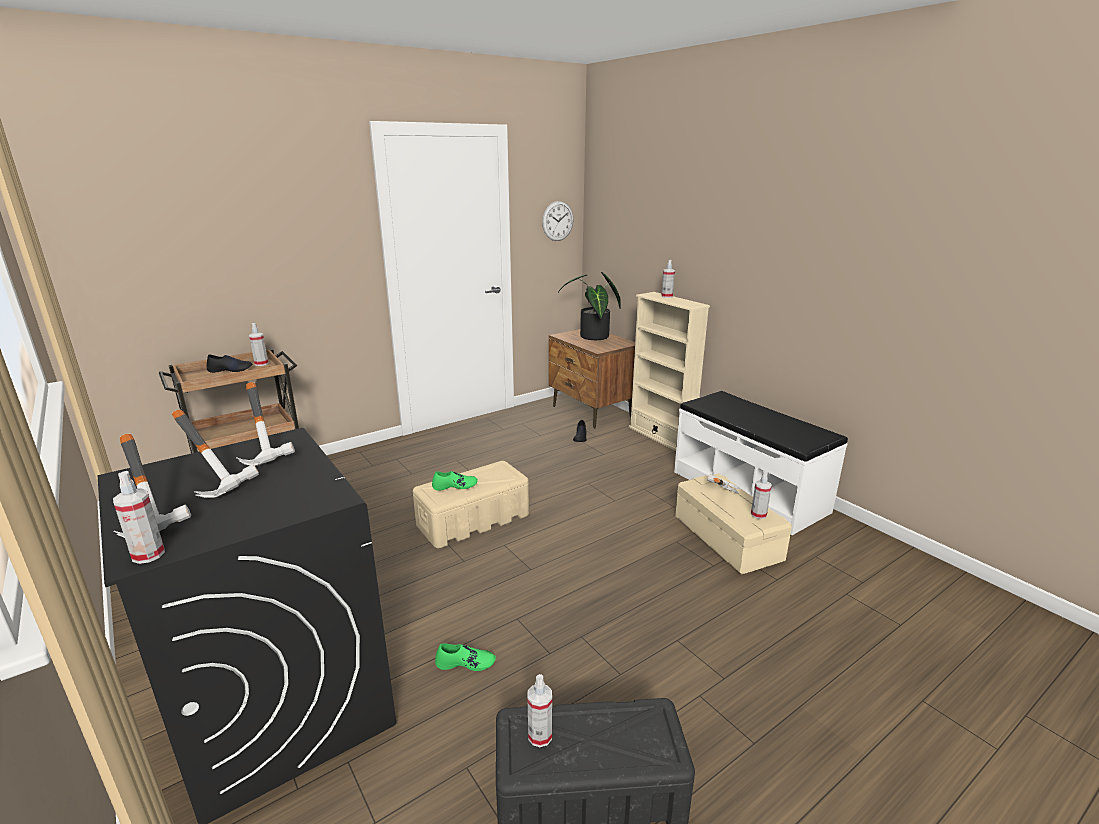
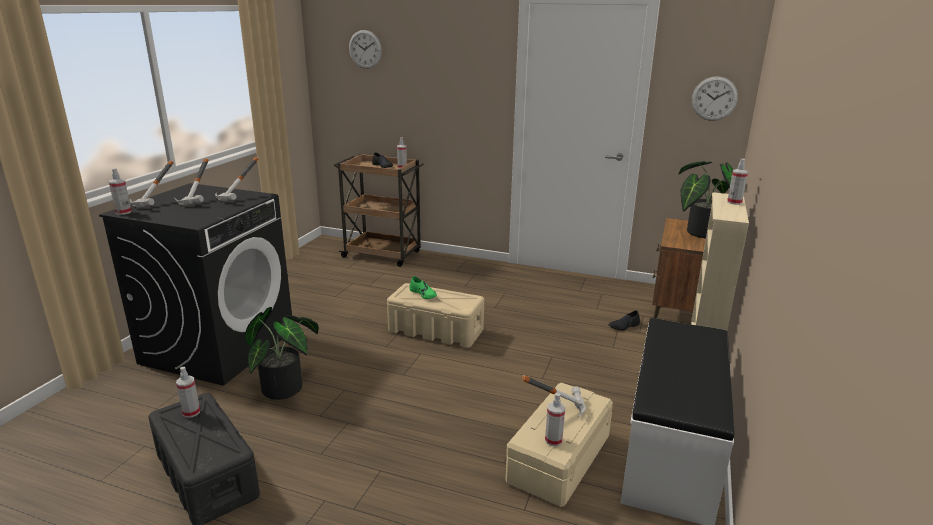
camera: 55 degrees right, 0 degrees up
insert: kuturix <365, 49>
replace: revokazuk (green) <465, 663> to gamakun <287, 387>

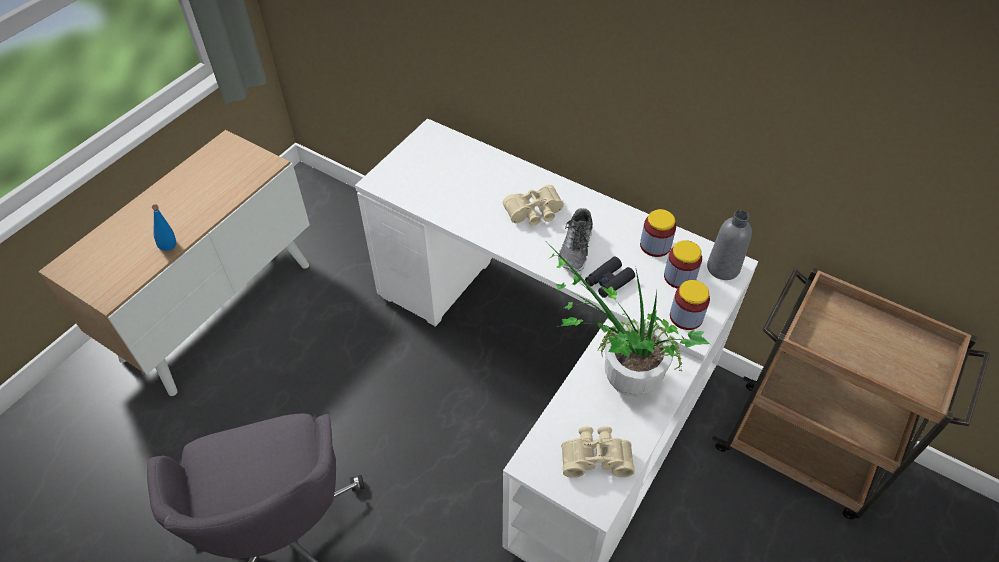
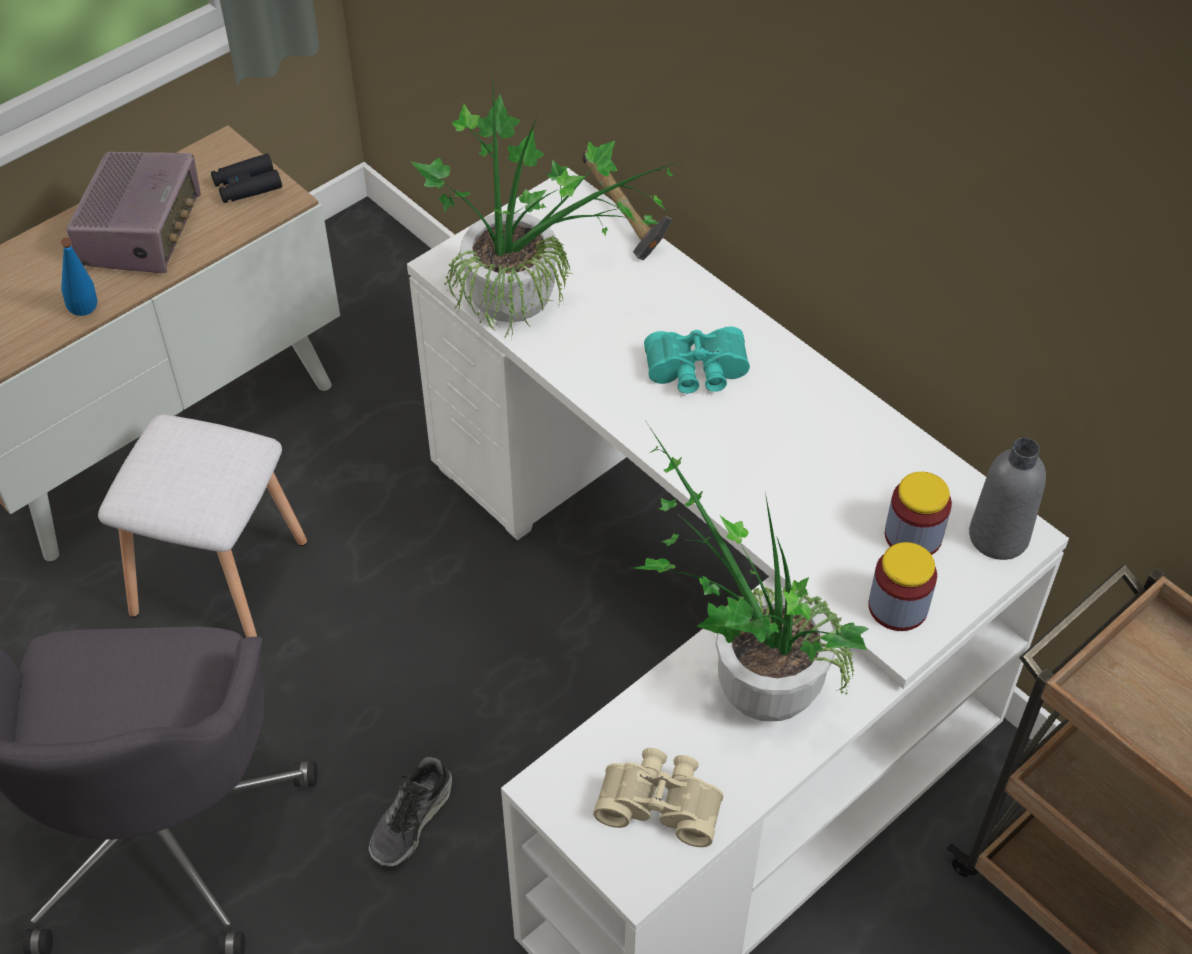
camera: 15 degrees right, 0 degrees up
delete: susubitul <655, 245>
insert: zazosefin <143, 232>; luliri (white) <223, 577>; gamakun <531, 302>; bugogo <621, 214>
move: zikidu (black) <608, 281> to <247, 186>; revokazuk <576, 249> to <412, 820>
recolor: zikidu (beige) <535, 213> to zikidu (turquoise) <697, 373>

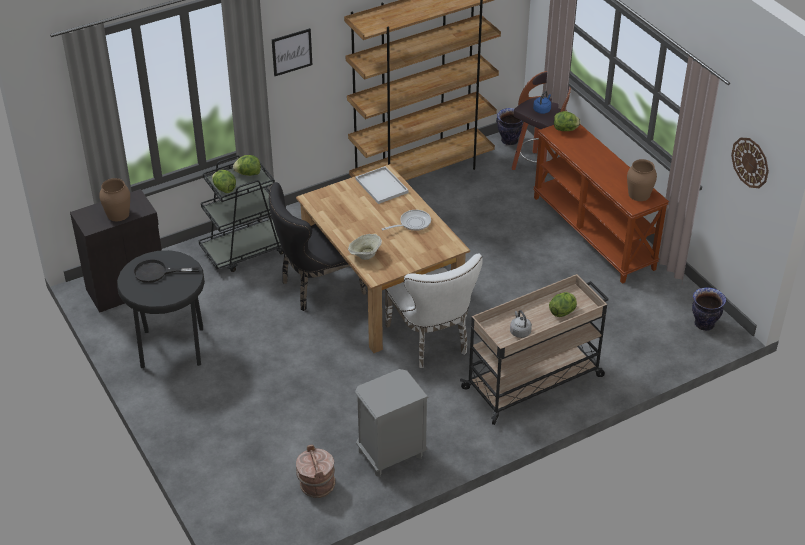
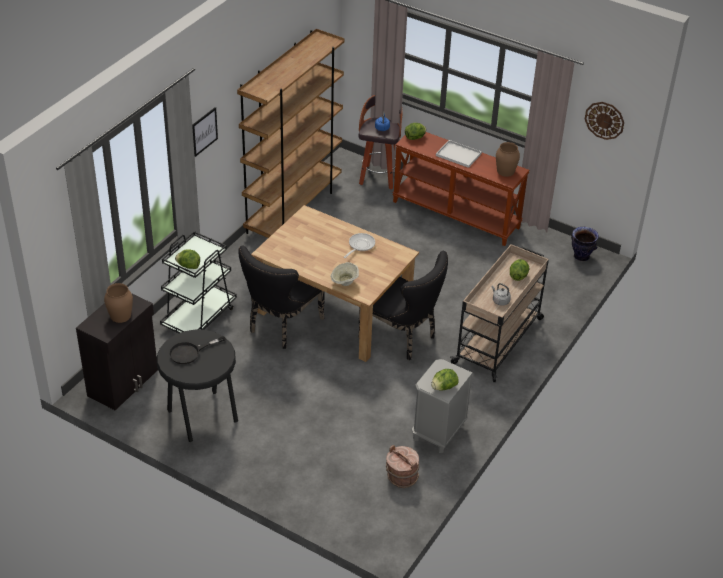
camera: 30 degrees left, 0 degrees up
delete: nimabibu <509, 141>
move: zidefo <248, 174> to <443, 387>; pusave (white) <380, 185> to <457, 154>
recolor: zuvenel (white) <431, 342> to zuvenel (black) <402, 337>

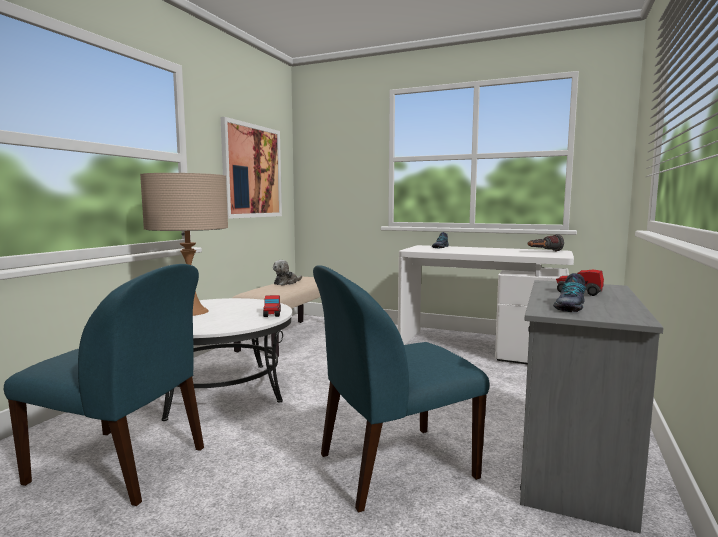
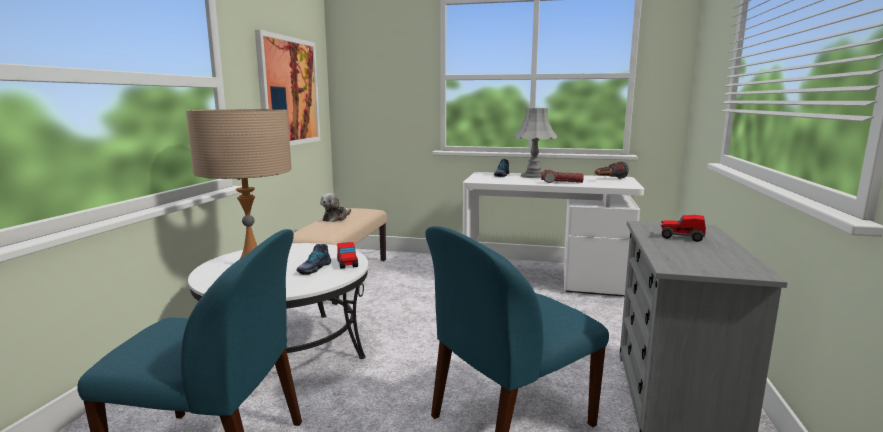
camera: 10 degrees left, 5 degrees up
insert: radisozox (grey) <533, 176>; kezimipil <561, 182>
move: revokazuk <569, 306> to <313, 268>

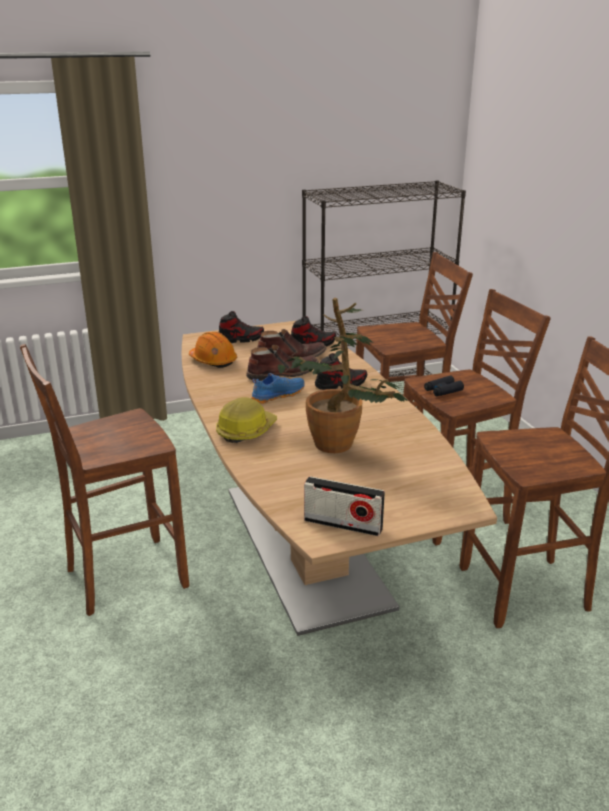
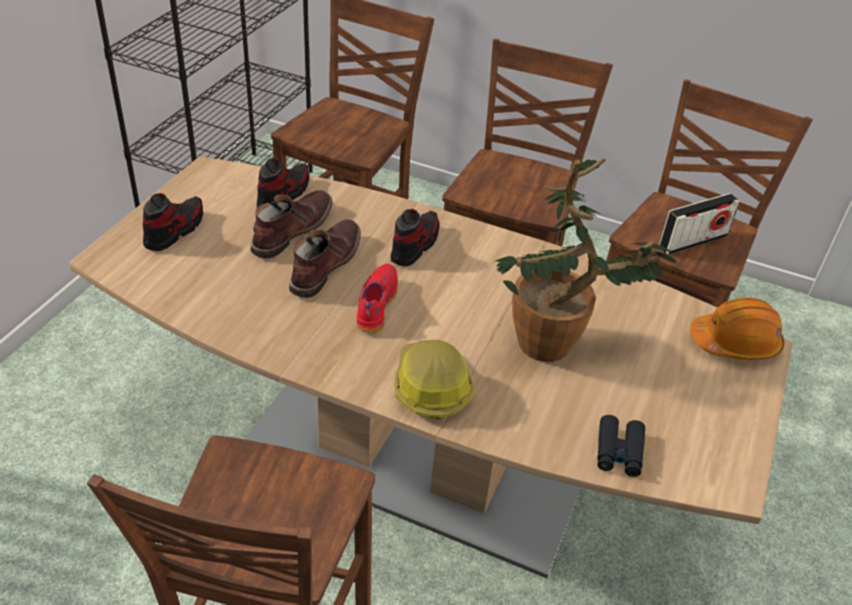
camera: 50 degrees left, 15 degrees up
move: zikidu (black) <443, 390> to <619, 452>; zazosefin <343, 524> to <692, 241>; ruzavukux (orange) <213, 361> to <735, 343>
recolor: revokazuk (blue) <277, 395> to revokazuk (red) <375, 305>

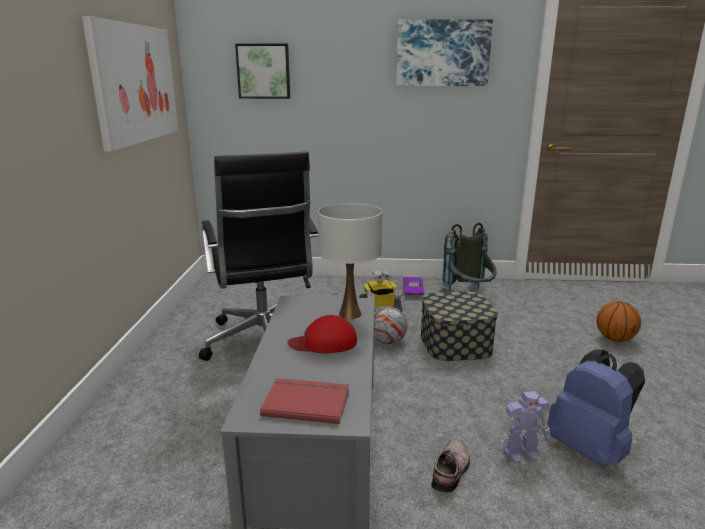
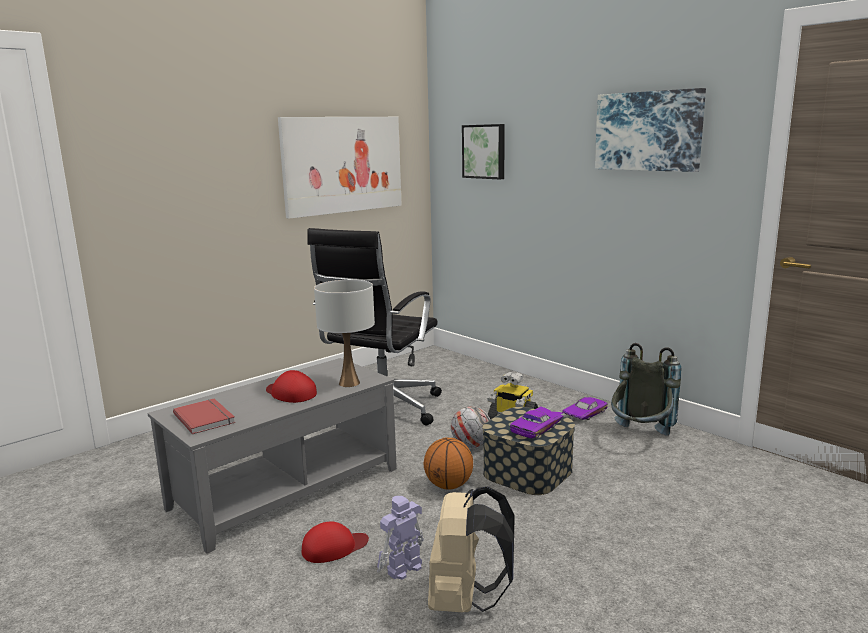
camera: 45 degrees right, 5 degrees down
insert: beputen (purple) <538, 428>
move: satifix <614, 339> to <449, 485>
replace: revokazuk <452, 470> to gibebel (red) <334, 547>
recolor: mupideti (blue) <589, 448> to mupideti (beige) <466, 600>
rotate: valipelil <521, 454> = <403, 569> 105 degrees clockwise

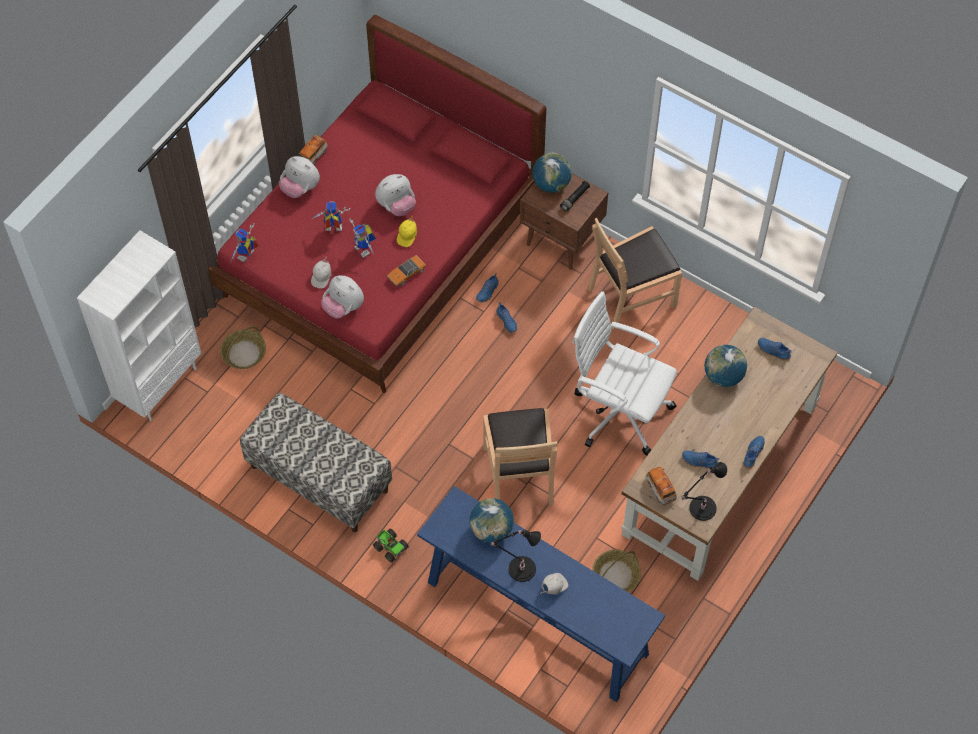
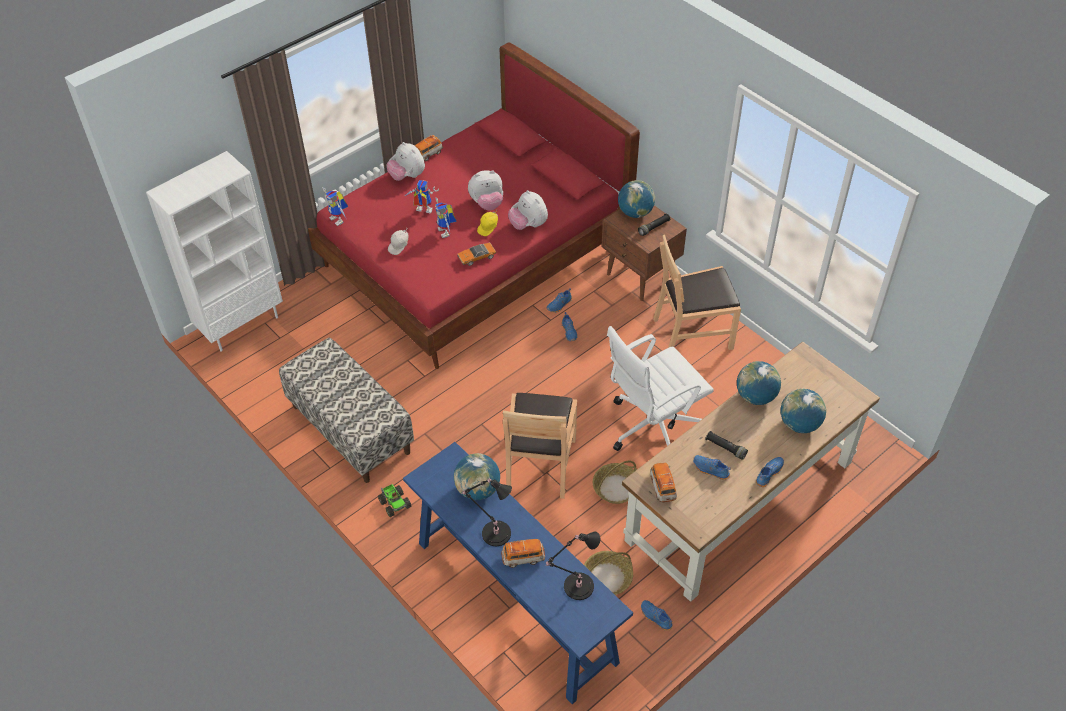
camera: 15 degrees right, 10 degrees down
insert: kezimipil (black) <725, 448>; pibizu <799, 424>
move: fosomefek <343, 307> to <528, 225>; radisozox (black) <700, 509> to <576, 587>; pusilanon <244, 353> to <616, 488>; revokazuk (blue) <773, 351> to <655, 618>
replace: gibebel (white) <553, 586> to beputen <523, 558>
rotate: valipelil <247, 257> = <339, 219> 90 degrees counterclockwise; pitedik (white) <619, 411> = <653, 428> 75 degrees counterclockwise

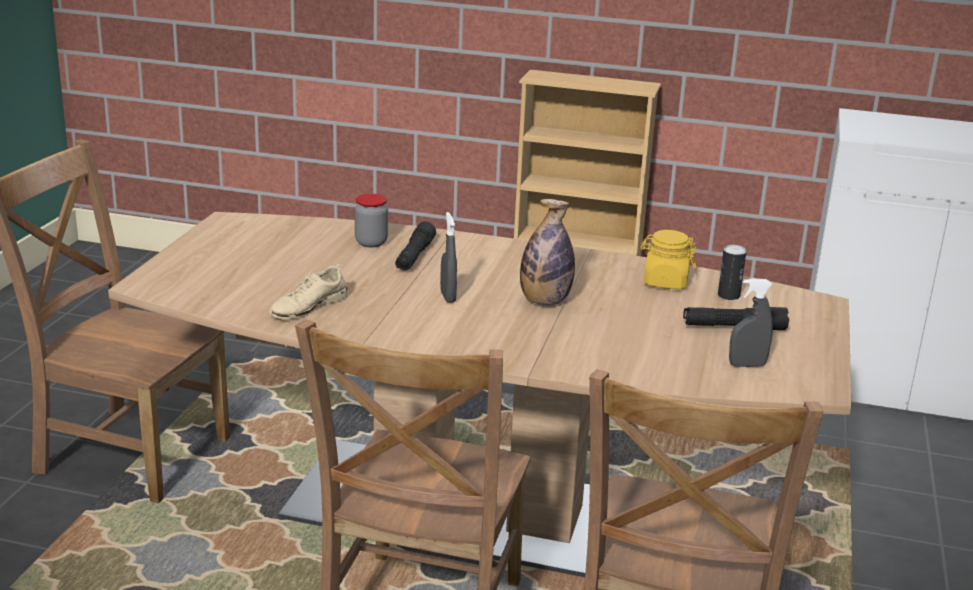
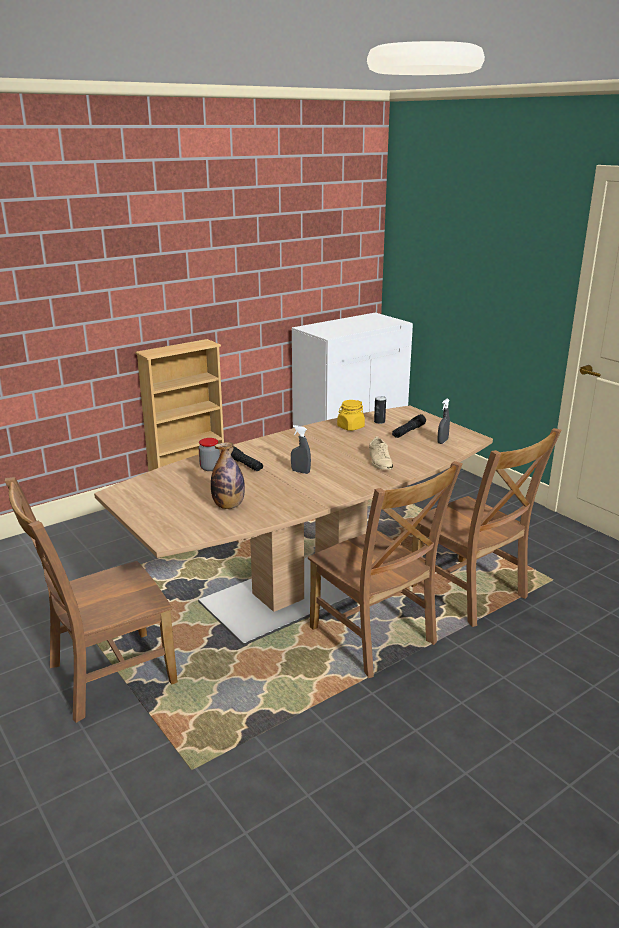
camera: 50 degrees left, 0 degrees up
move: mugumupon <544, 301> to <228, 506>; revokazuk (beige) <308, 306> to <380, 461>

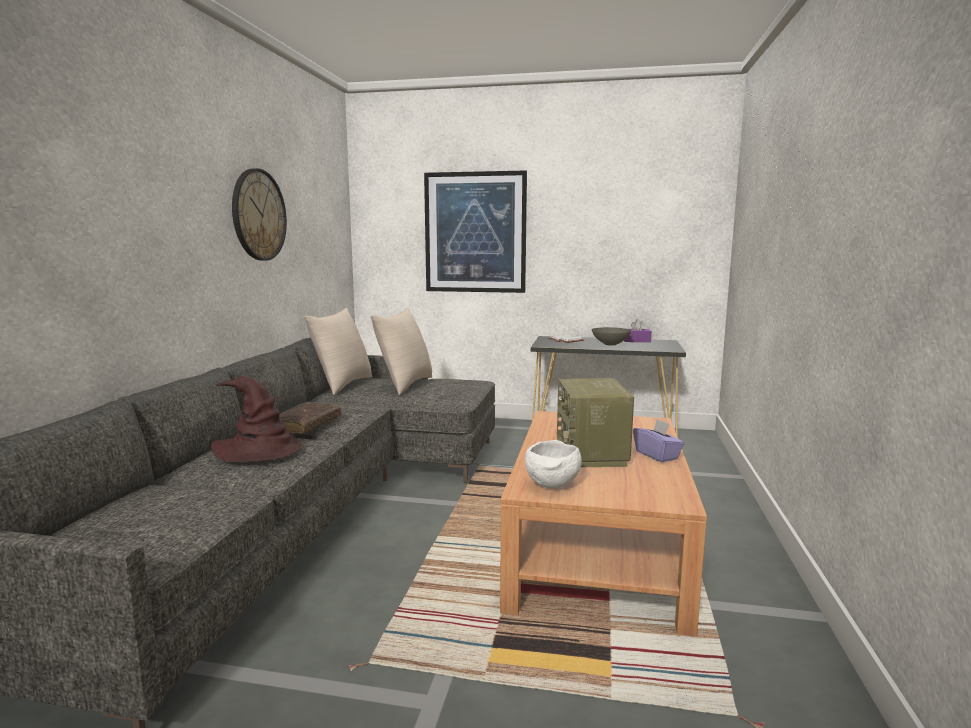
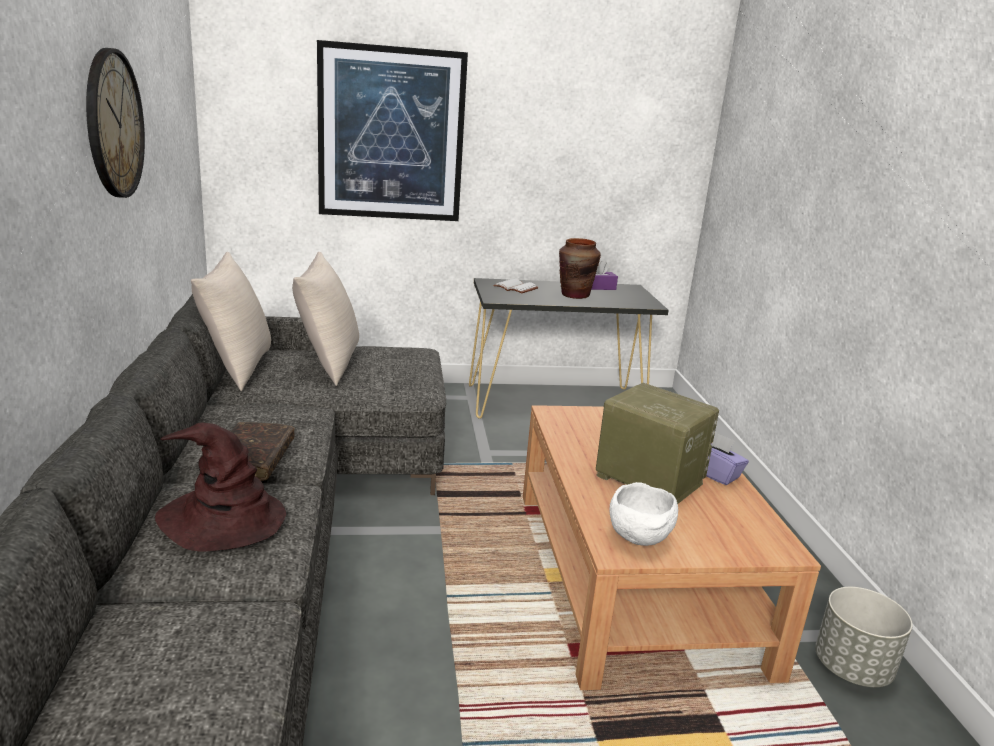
camera: 20 degrees left, 10 degrees up
insert: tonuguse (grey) <852, 669>
replace: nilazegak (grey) <611, 344> to nimabibu (brown) <575, 295>
rotate: zazosefin <592, 454> = <646, 479> 150 degrees clockwise

